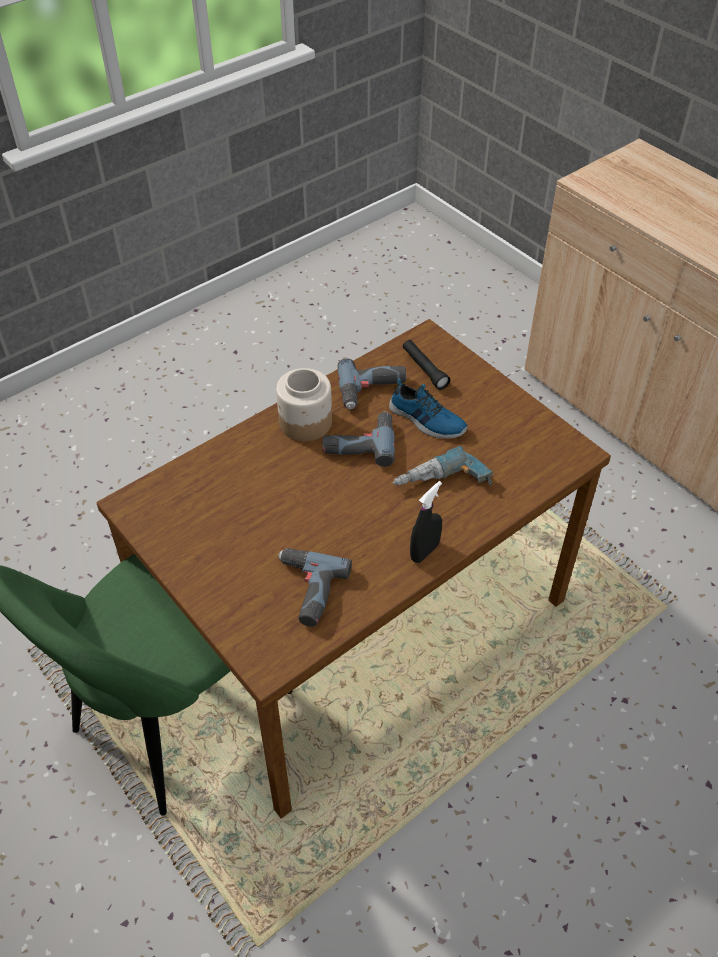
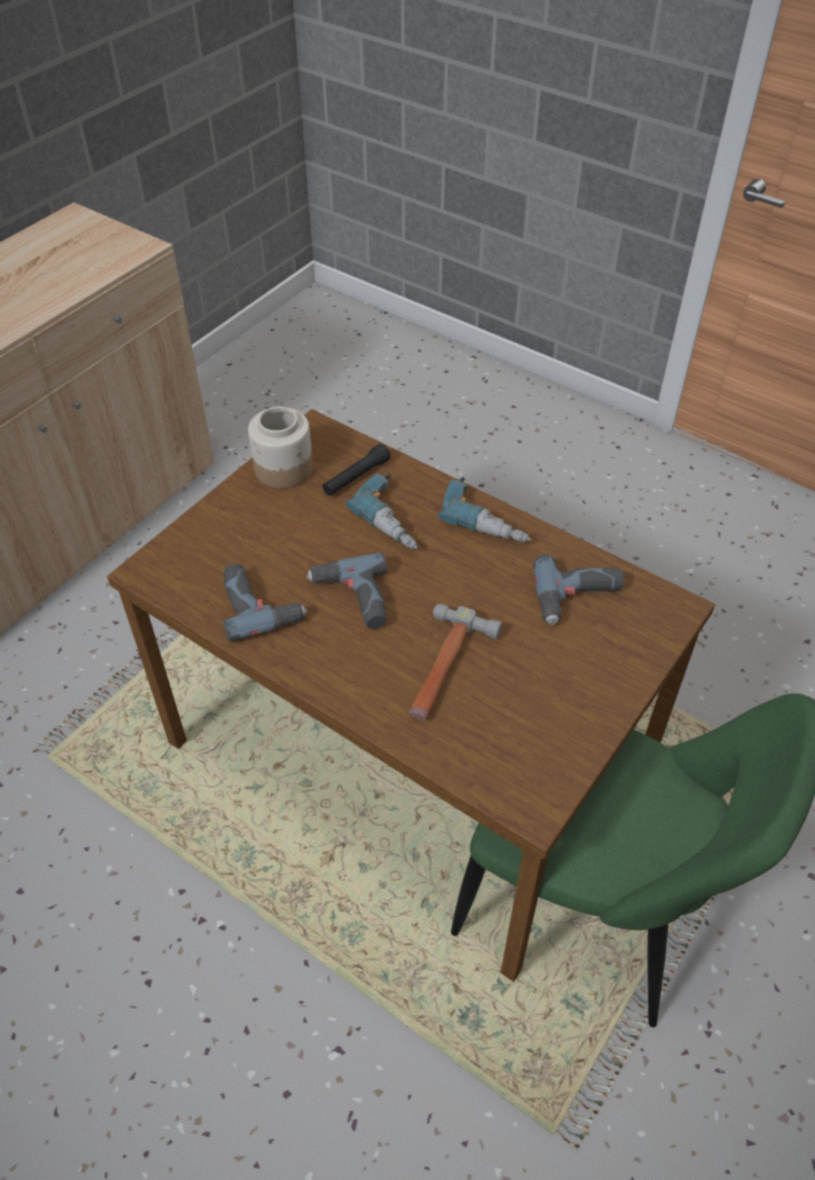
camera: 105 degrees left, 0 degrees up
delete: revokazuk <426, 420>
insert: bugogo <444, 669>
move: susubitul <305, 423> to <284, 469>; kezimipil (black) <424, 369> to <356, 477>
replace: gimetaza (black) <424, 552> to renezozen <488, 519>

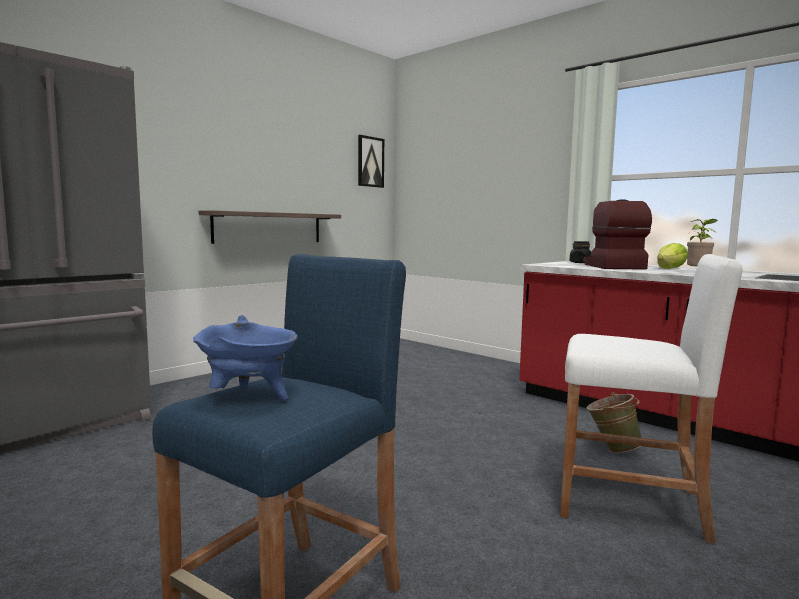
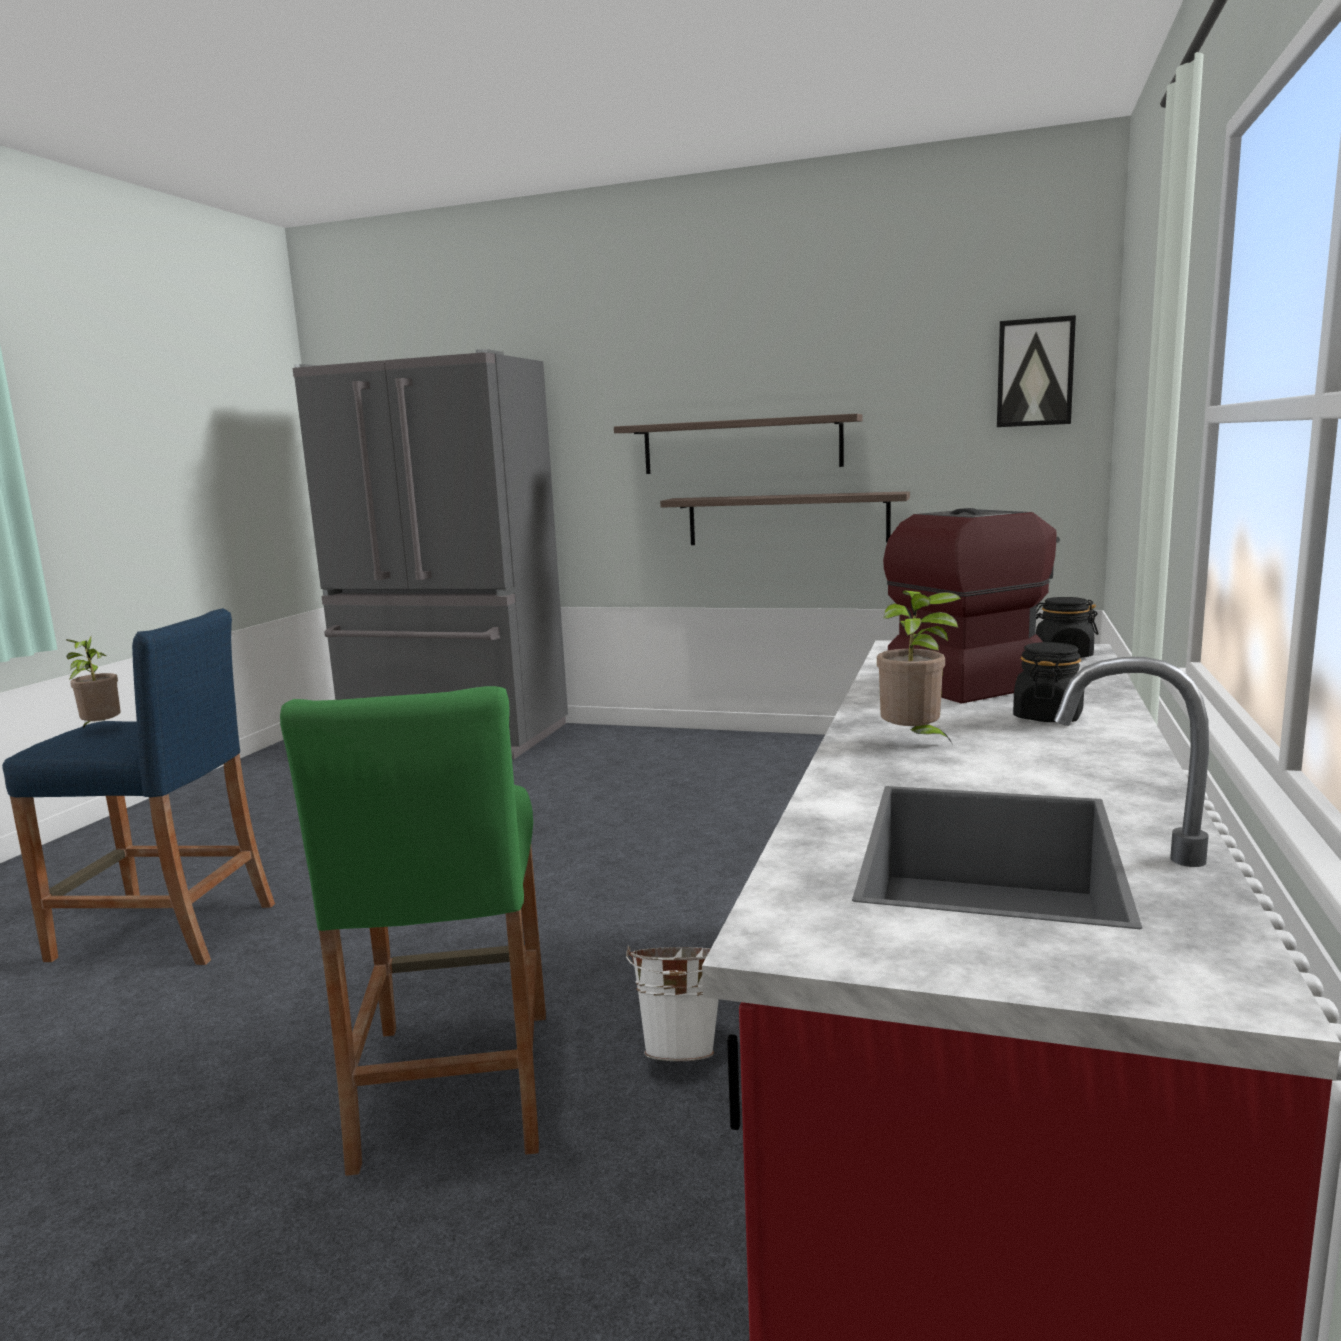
camera: 65 degrees right, 5 degrees up
insert: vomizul <741, 445>
replace: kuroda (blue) <249, 398> to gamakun <101, 730>; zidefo <670, 269> to susubitul (black) <1047, 717>
recolor: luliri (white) <630, 503> to luliri (green) <454, 1085>; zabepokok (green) <611, 449> to zabepokok (white) <682, 1049>

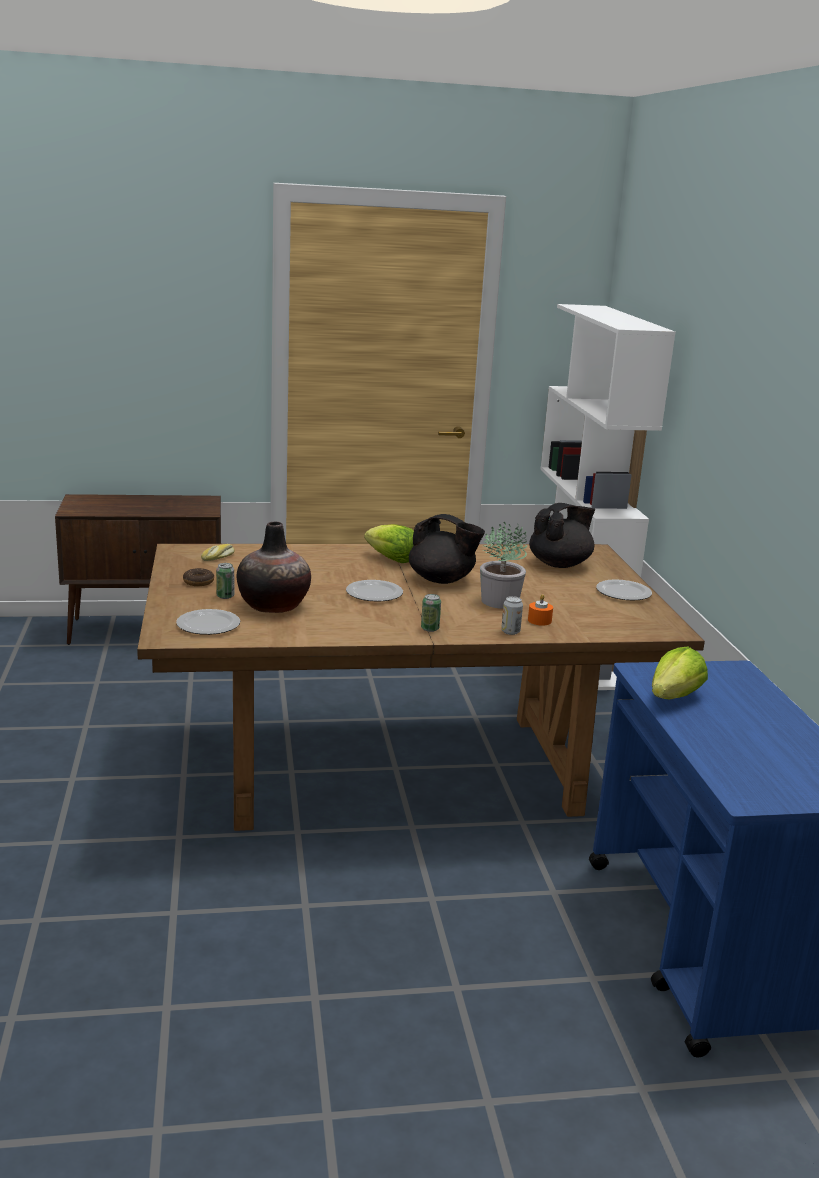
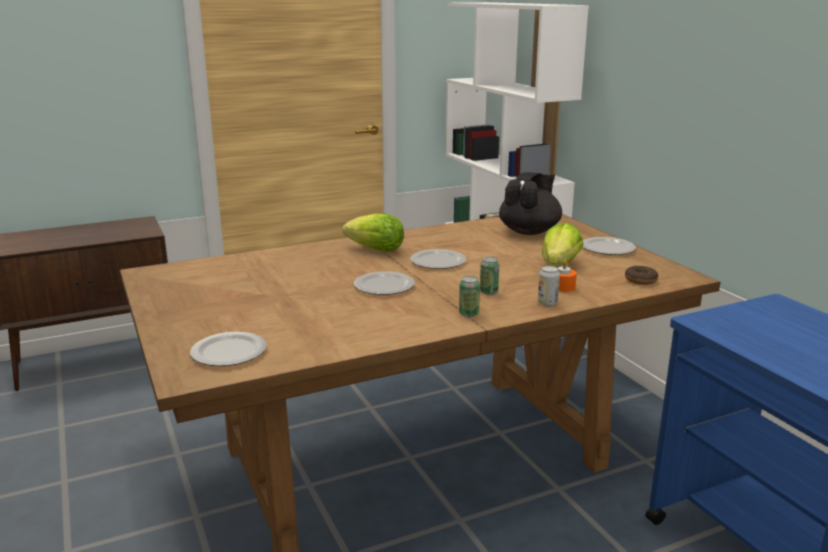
camera: 15 degrees left, 0 degrees up
delete: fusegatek <219, 557>; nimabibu <273, 605>; gamakun <500, 601>
move: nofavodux <225, 596> to <488, 292>; zidefo <674, 697> to <559, 265>; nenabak <198, 582> to <640, 280>
replace: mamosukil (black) <442, 580> to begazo <438, 262>

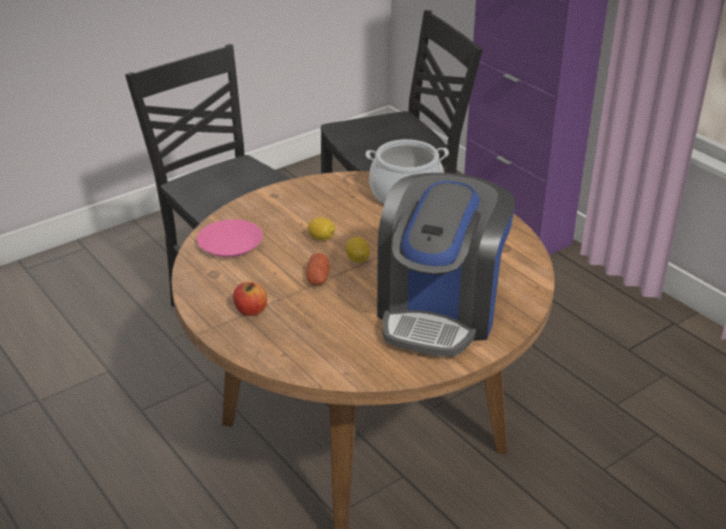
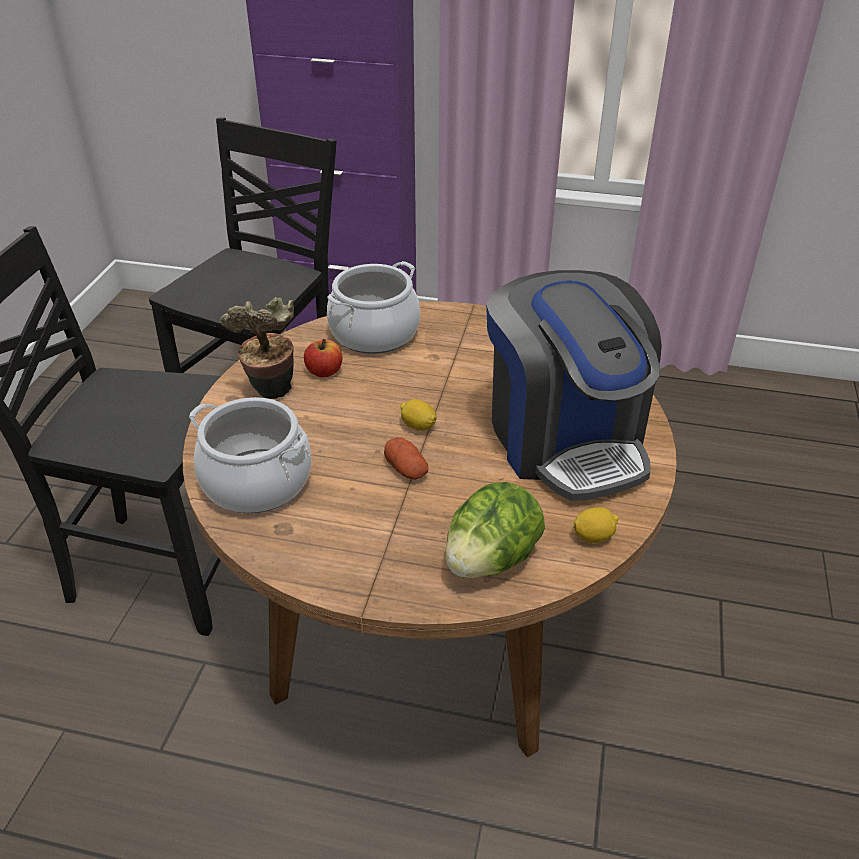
camera: 40 degrees left, 5 degrees up
insert: gamakun <271, 393>; zidefo <491, 559>
move: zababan <251, 310> to <324, 371>; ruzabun <321, 238> to <593, 536>
replace: begazo (pink) <231, 244> to kuroda <257, 481>

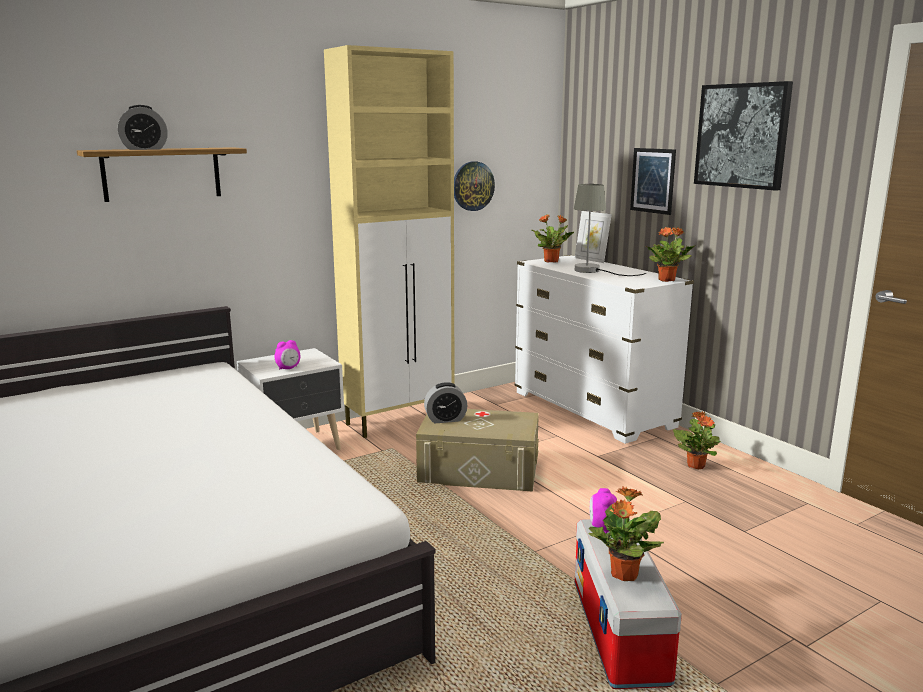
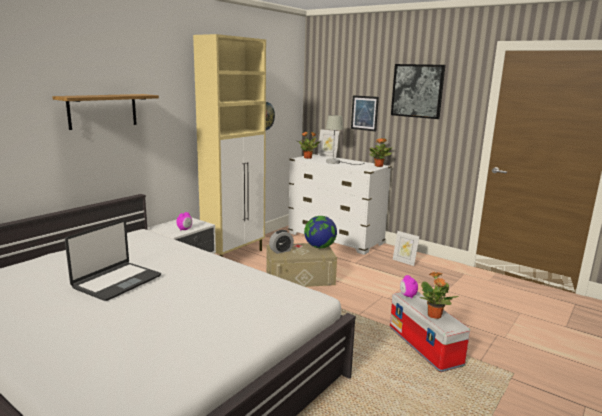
camera: 20 degrees left, 0 degrees up
delete: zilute <145, 149>
insert: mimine <116, 282>; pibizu <319, 247>
replace: gamakun <696, 465> to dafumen <404, 262>

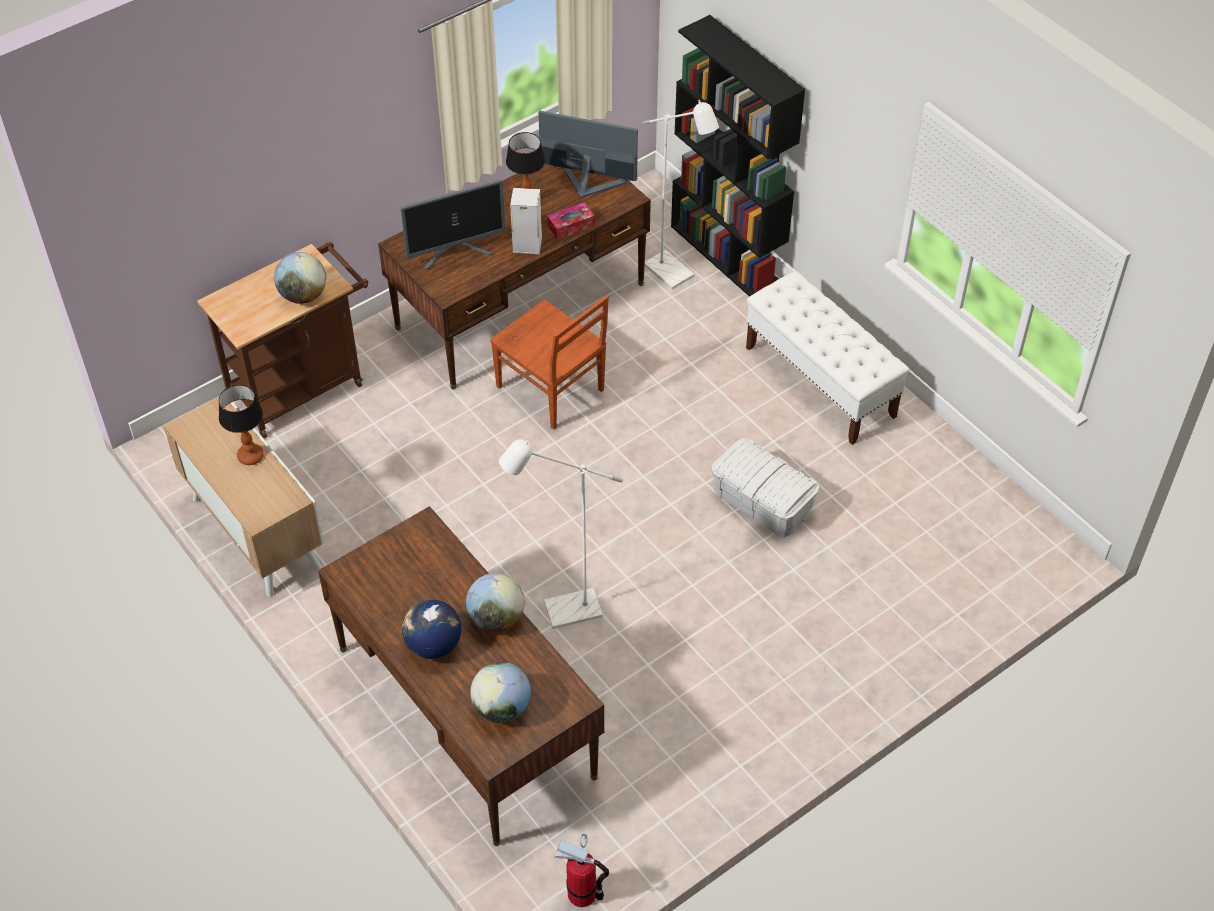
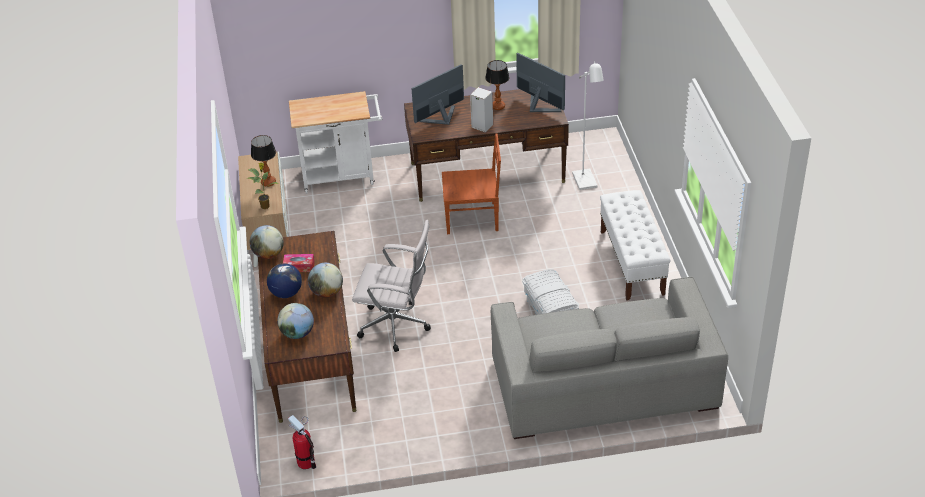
camera: 30 degrees right, 10 degrees down
delete: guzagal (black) <727, 255>
insert: gamakun <265, 206>; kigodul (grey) <603, 384>
move: pibizu <303, 295> to <269, 254>; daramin <571, 226> to <299, 266>
replace: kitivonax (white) <562, 612> to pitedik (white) <397, 326>
recolor: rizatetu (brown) <302, 386> to rizatetu (white) <343, 176>
rotate: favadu <455, 252> = <441, 118> 135 degrees clockwise; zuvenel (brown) <552, 390> = <473, 218> 75 degrees counterclockwise

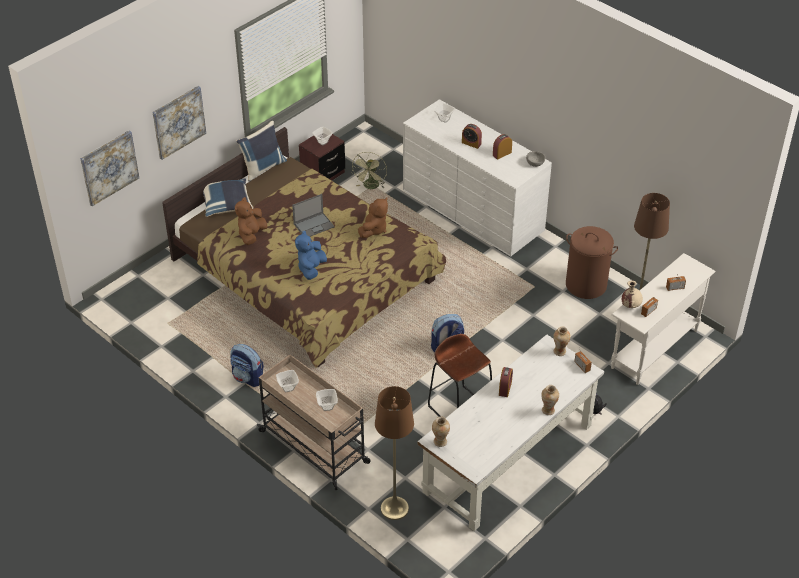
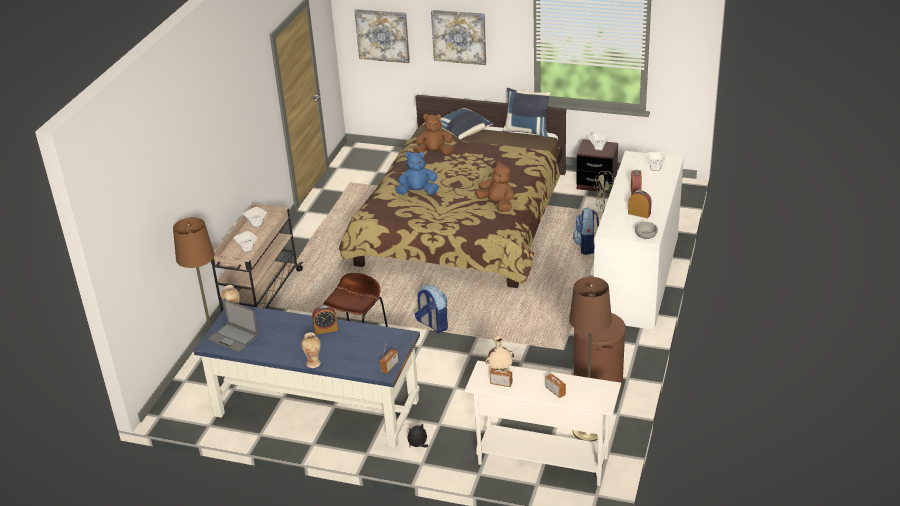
camera: 65 degrees right, 10 degrees down
delete: nimabibu <559, 351>
move: mimine <314, 225> to <234, 337>; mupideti <248, 378> to <587, 246>
recolor: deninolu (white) <508, 458> to deninolu (blue) <315, 408>
rotate: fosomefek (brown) <374, 229> = <497, 204> 135 degrees counterclockwise

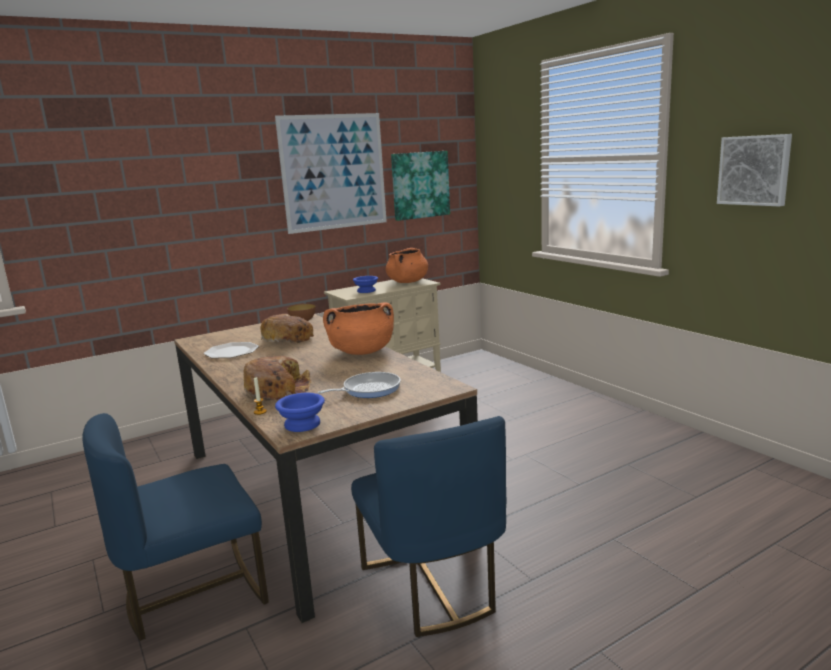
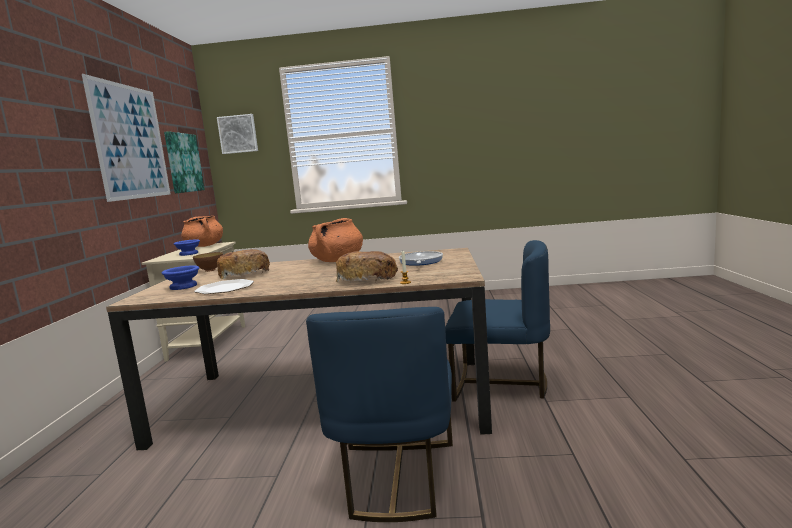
camera: 55 degrees left, 5 degrees down
move: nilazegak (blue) <302, 425> to <184, 286>; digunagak <754, 170> to <238, 134>

